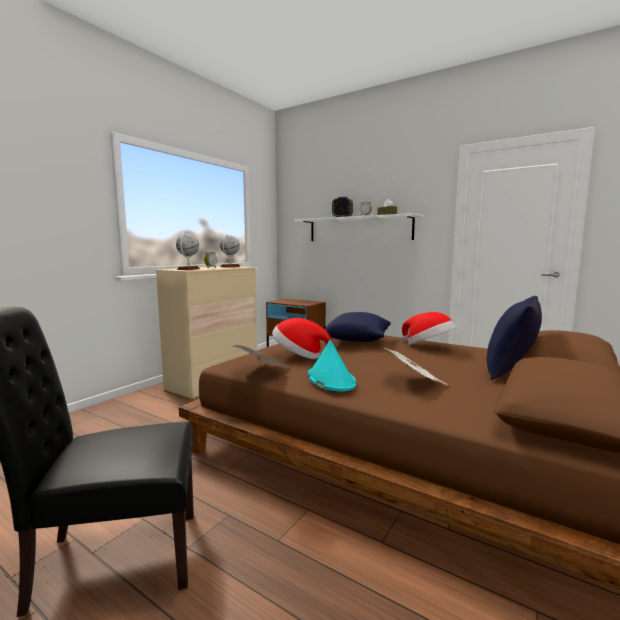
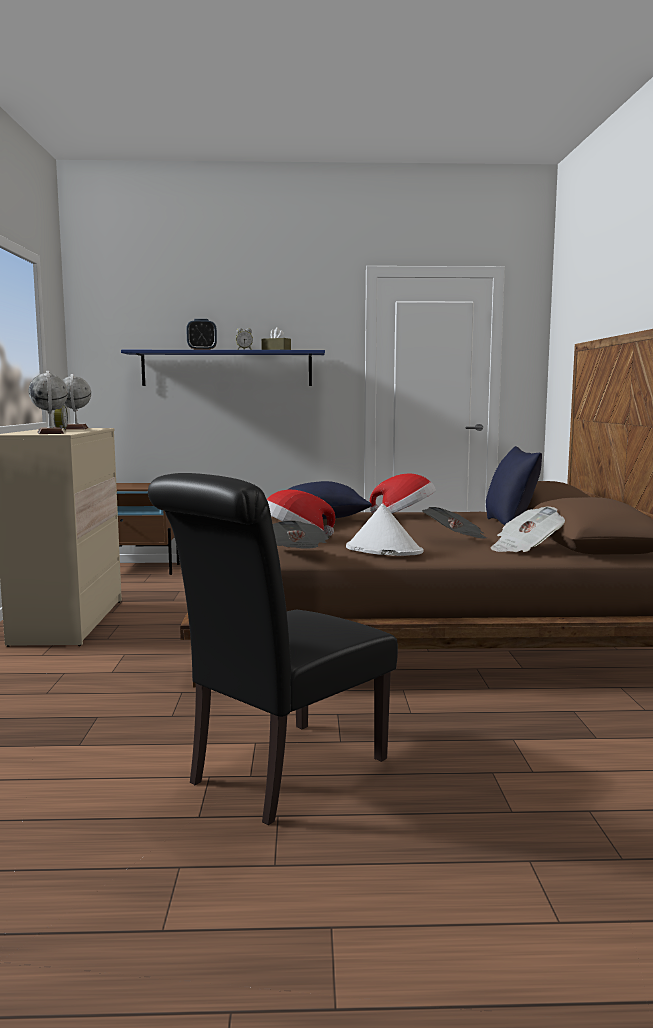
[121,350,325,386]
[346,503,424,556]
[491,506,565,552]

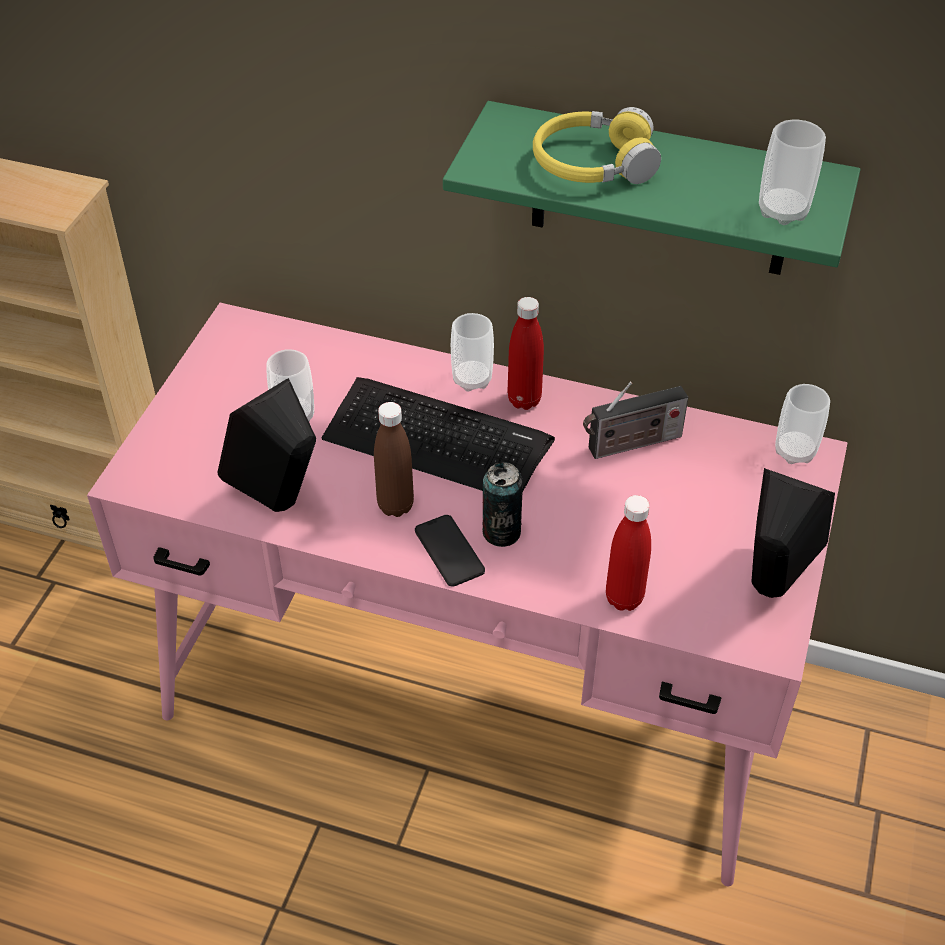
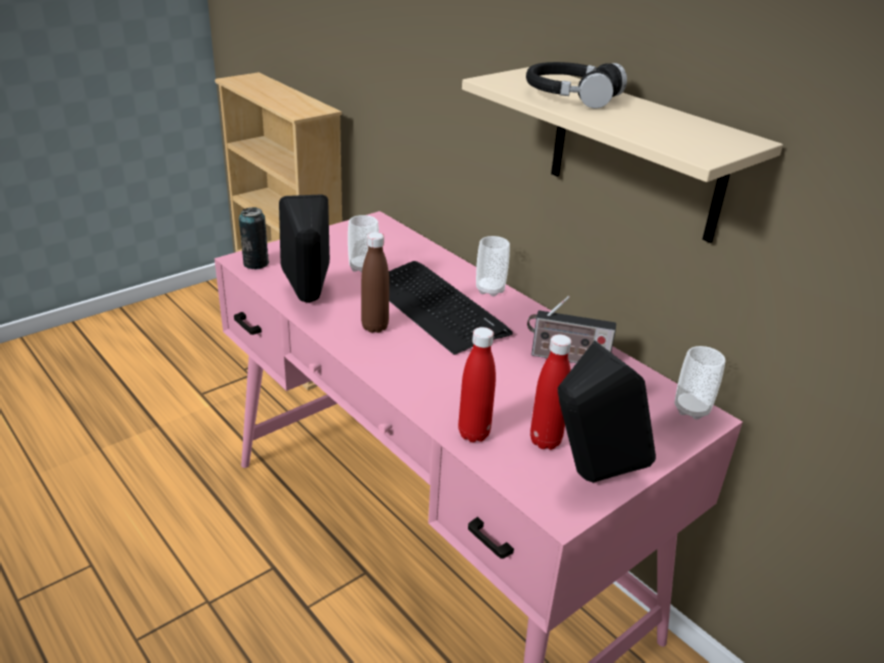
[239,207,269,269]
[462,67,783,243]
[526,62,627,108]
[530,334,572,450]
[415,515,485,587] (first image)
[759,120,826,225] (first image)

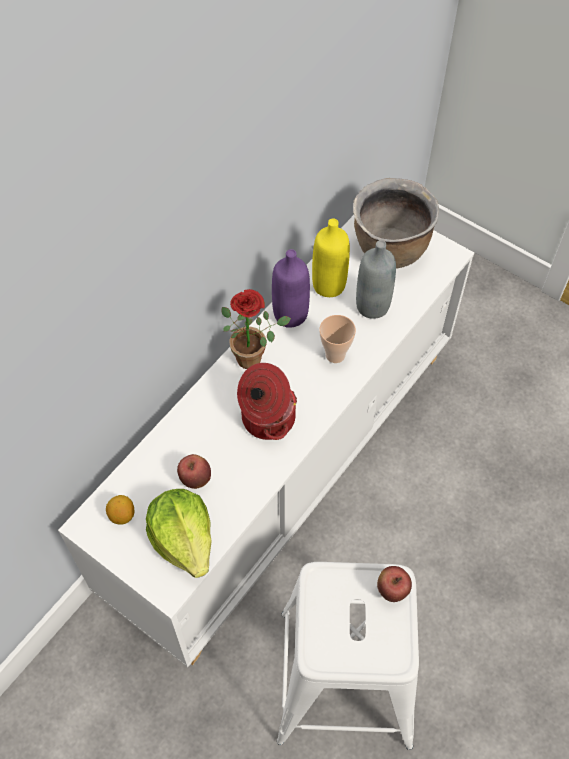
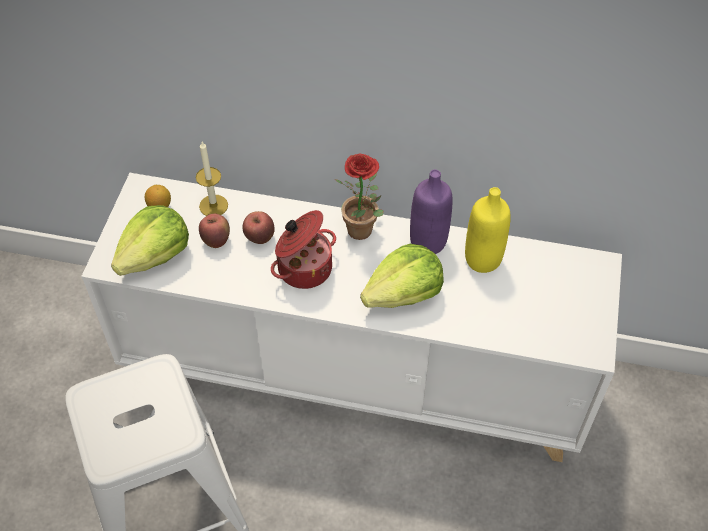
[196,142,228,216]
[242,211,275,244]
[360,244,444,308]
[353,178,439,268] (first image)
[356,240,396,319] (first image)

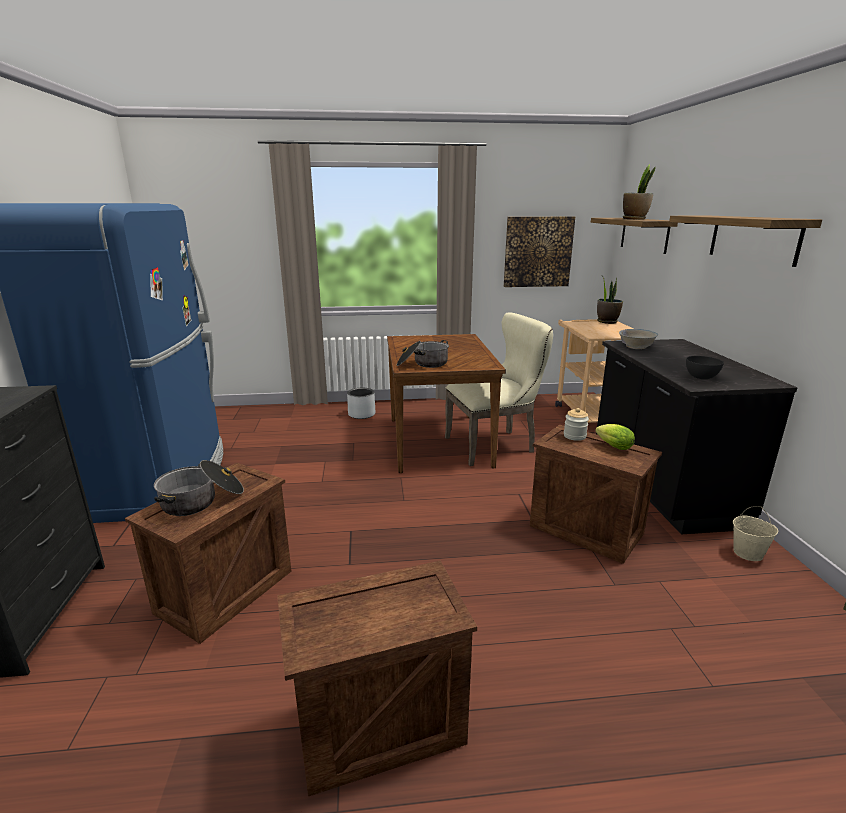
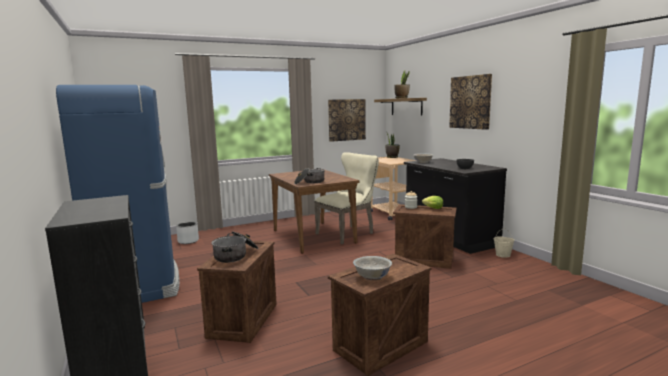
[176,221,199,244]
[353,256,392,280]
[449,74,492,130]

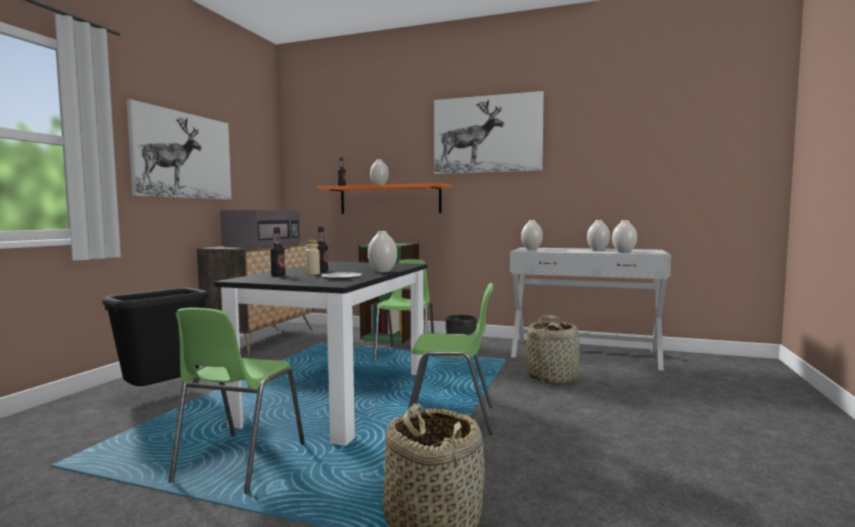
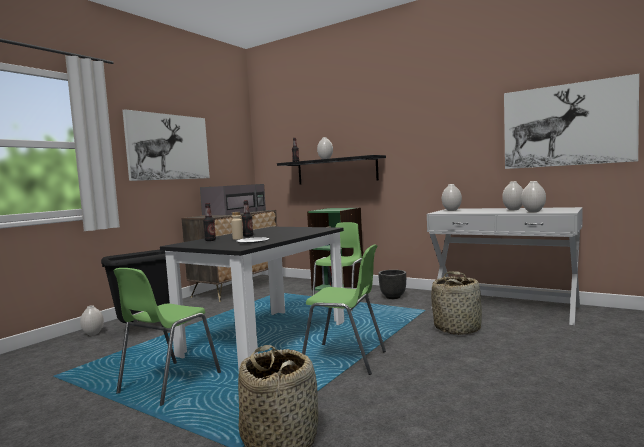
[80,305,104,335]
[277,155,386,184]
[504,74,639,169]

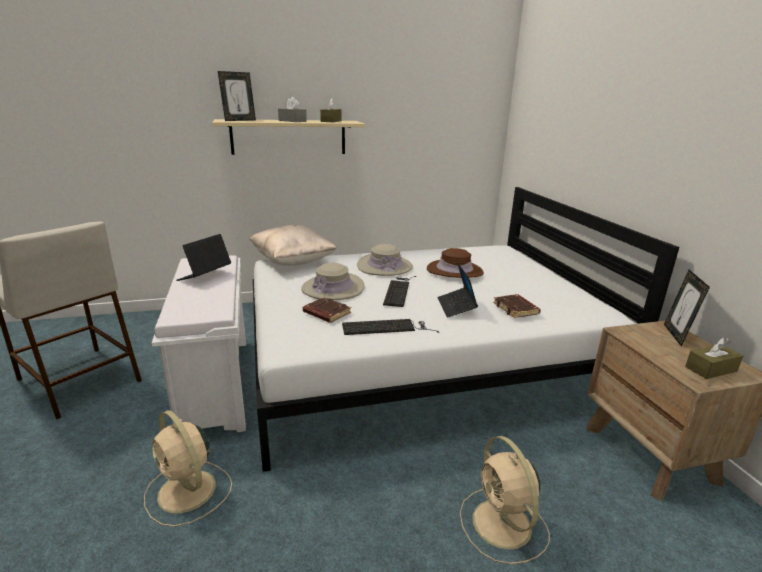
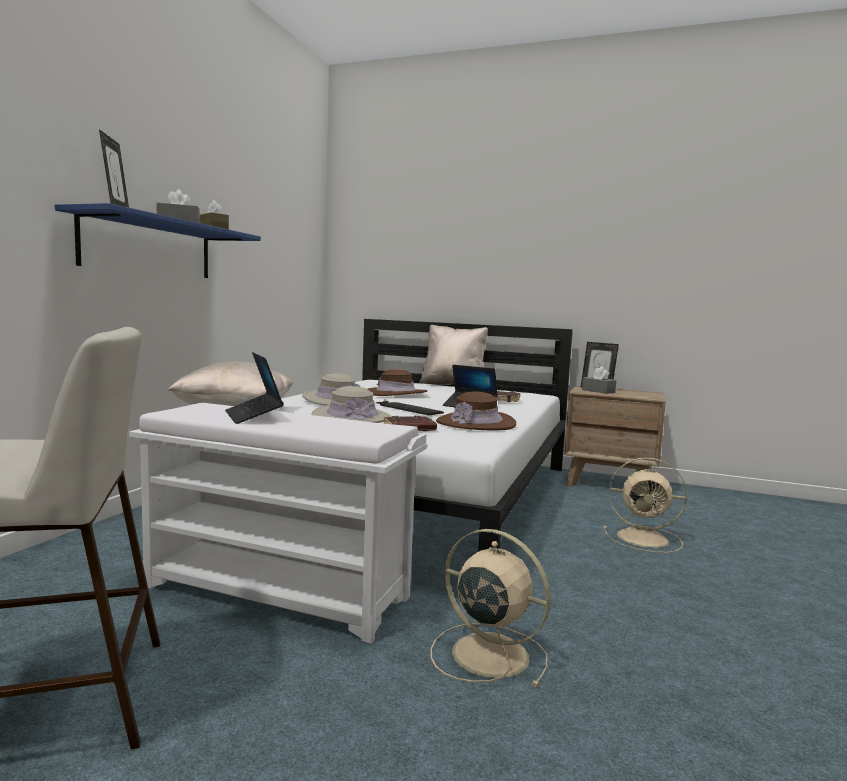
[55,203,261,278]
[419,325,488,385]
[431,529,550,688]
[436,391,516,430]
[582,367,616,394]
[685,337,743,379] (first image)

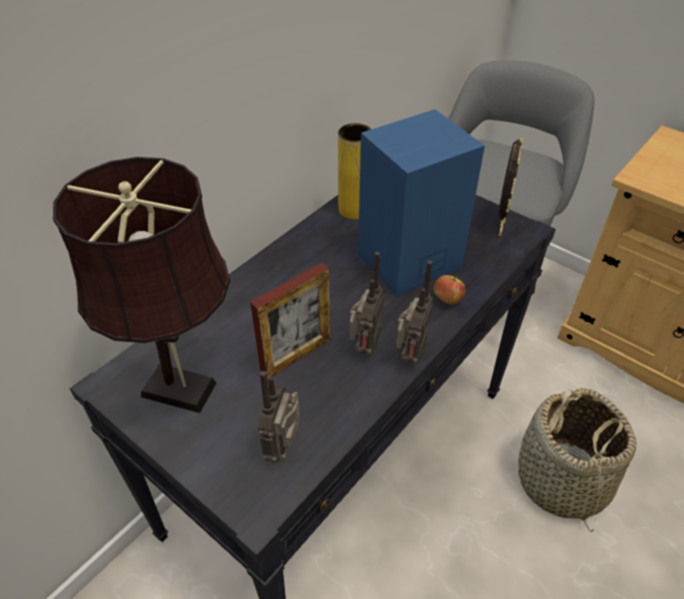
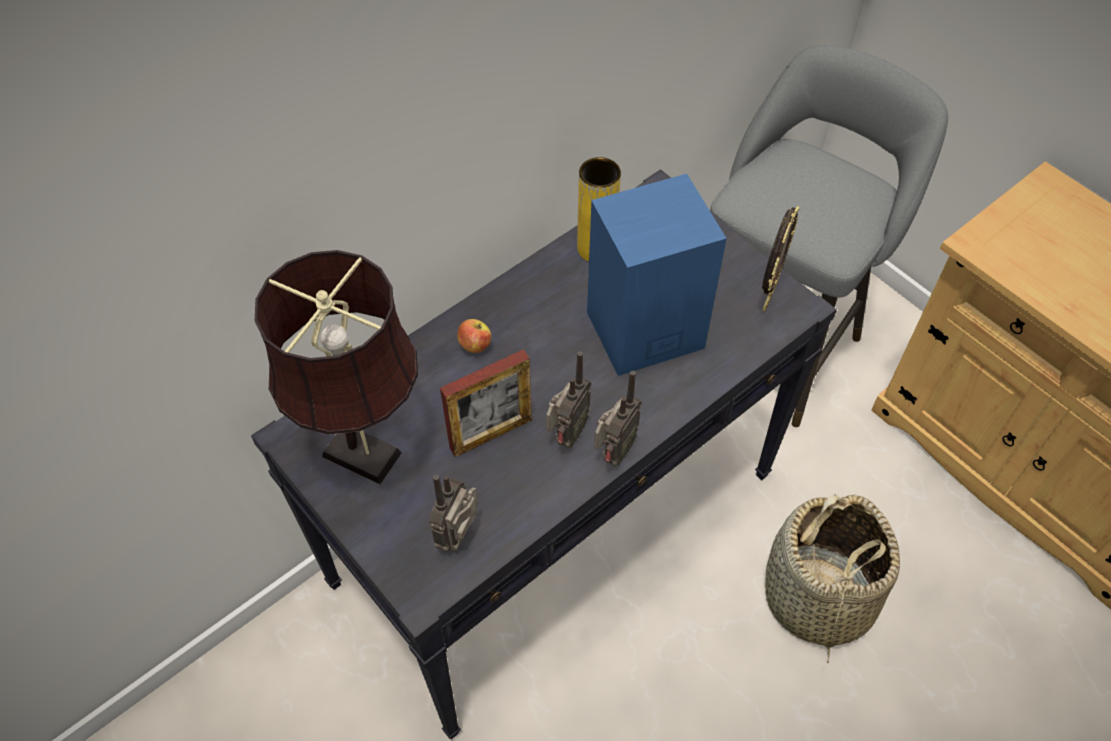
[457,319,491,353]

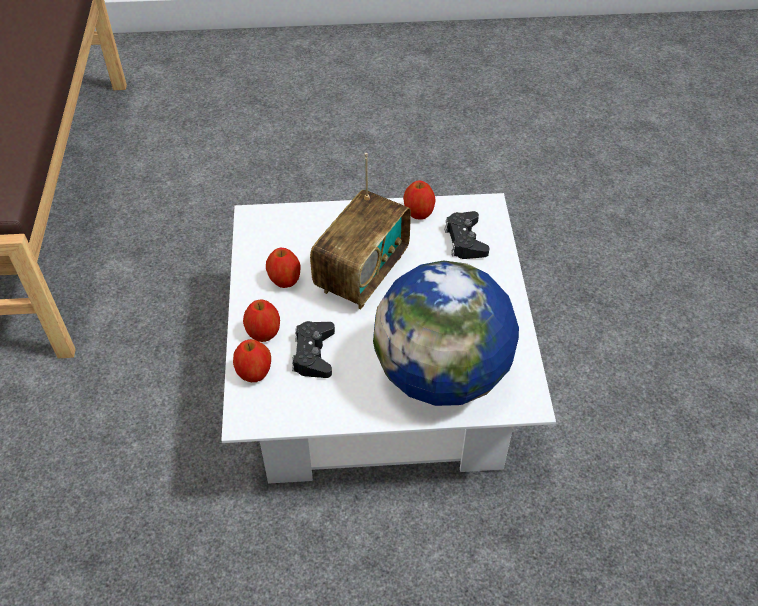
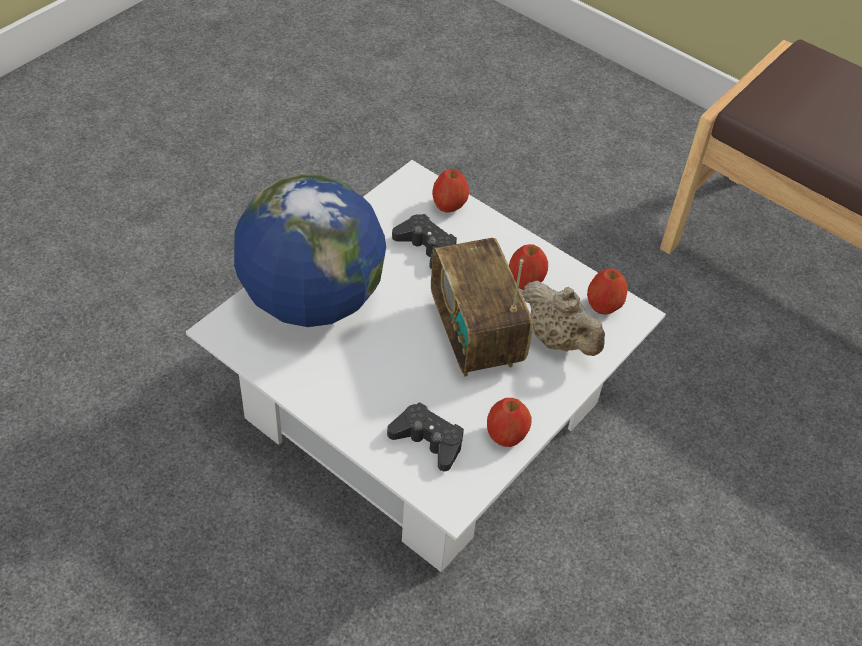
[522,281,605,356]
[587,269,628,315]

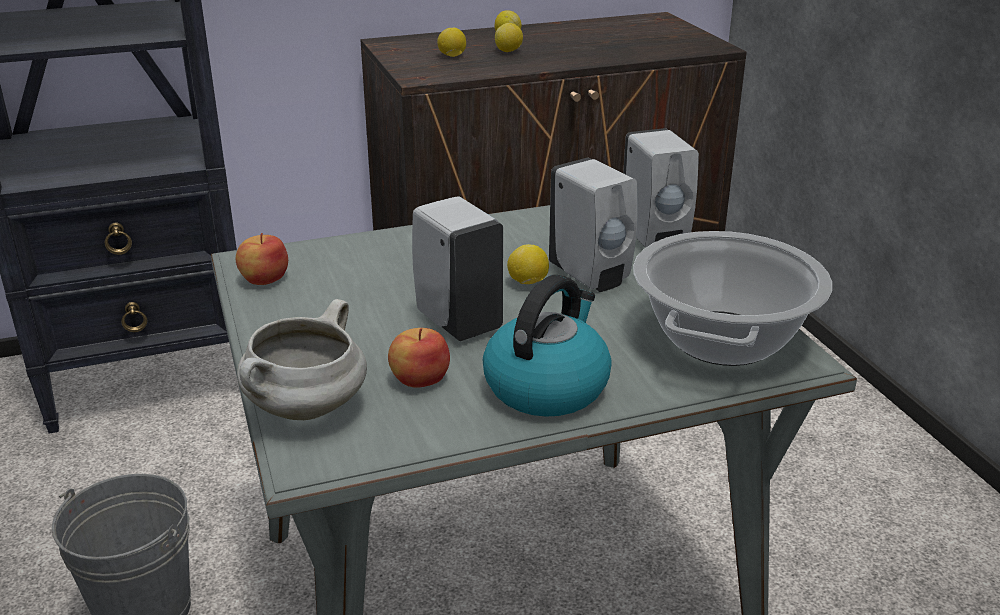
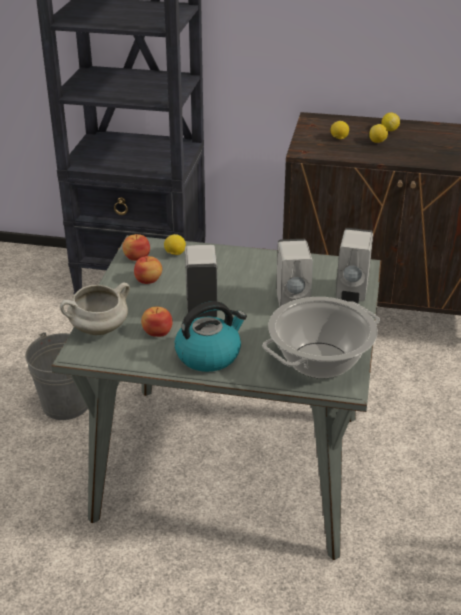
[134,256,162,284]
[164,234,186,255]

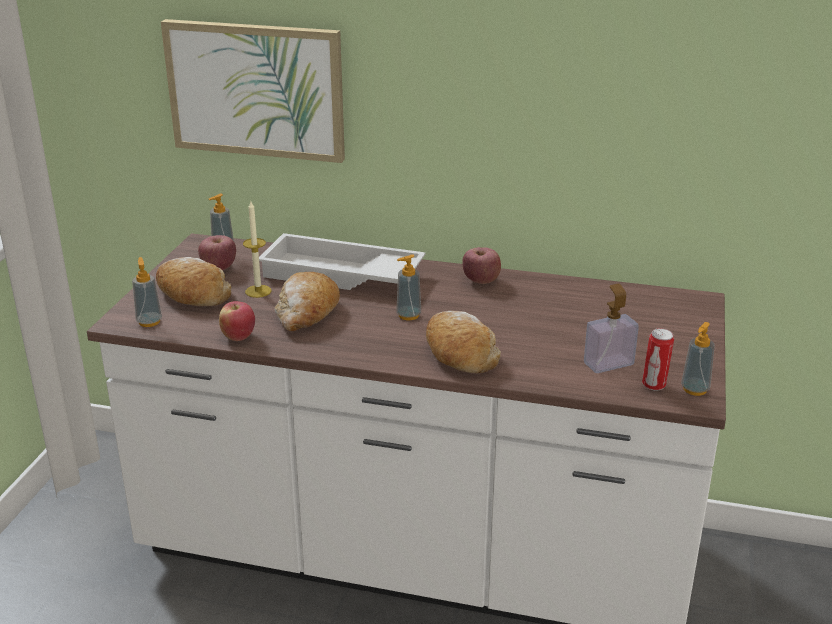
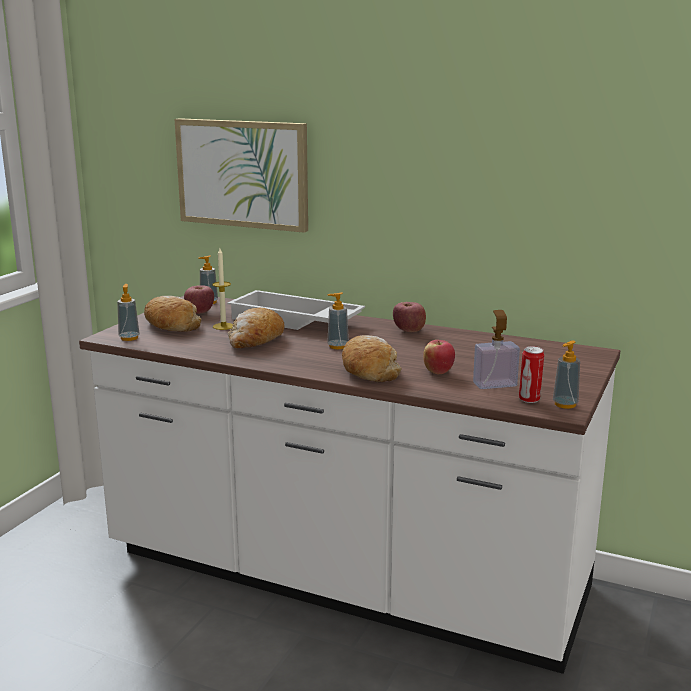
[423,340,455,374]

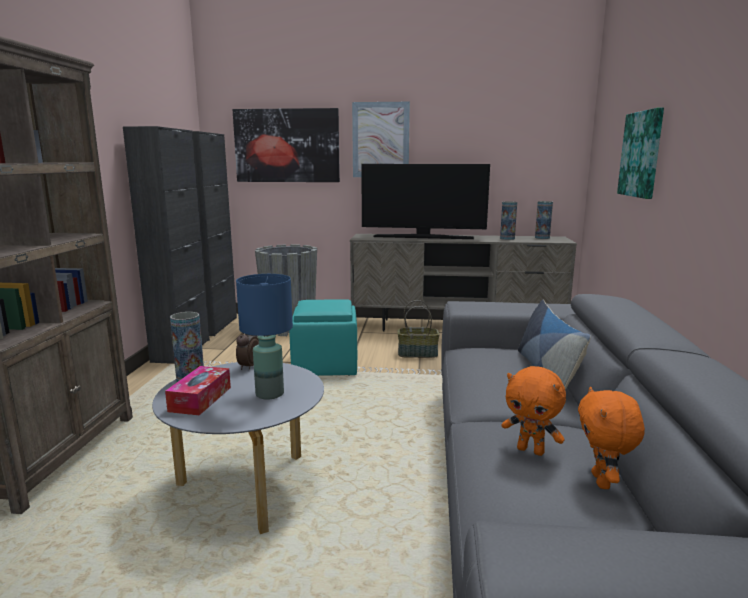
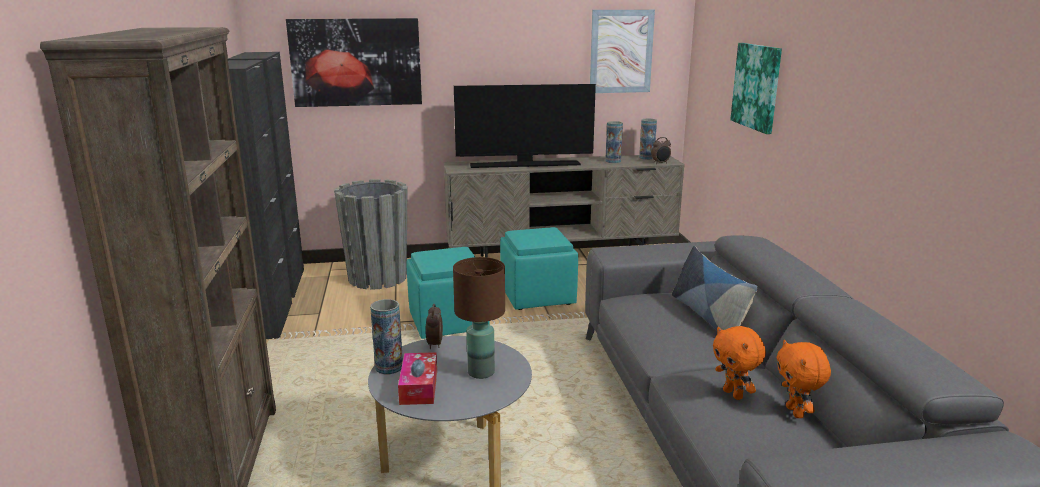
[453,257,505,379]
[500,227,578,310]
[590,10,655,93]
[651,137,671,164]
[713,326,766,400]

